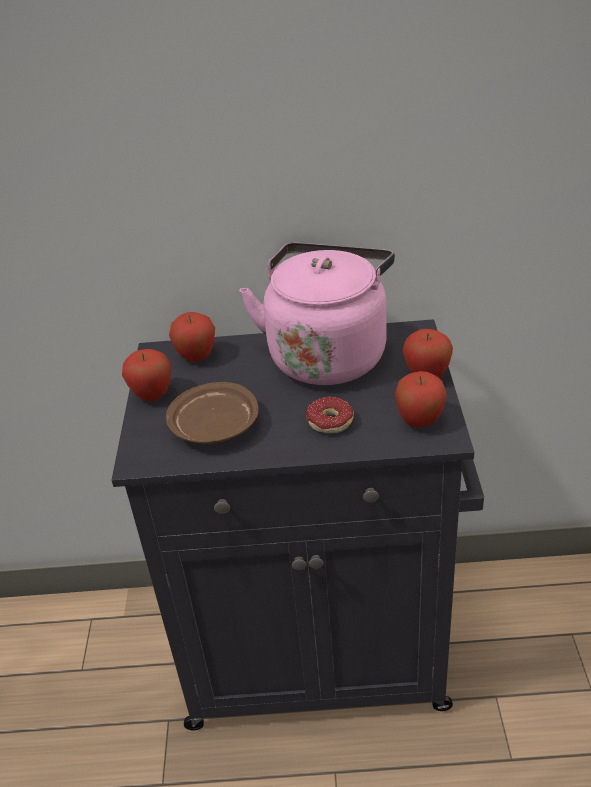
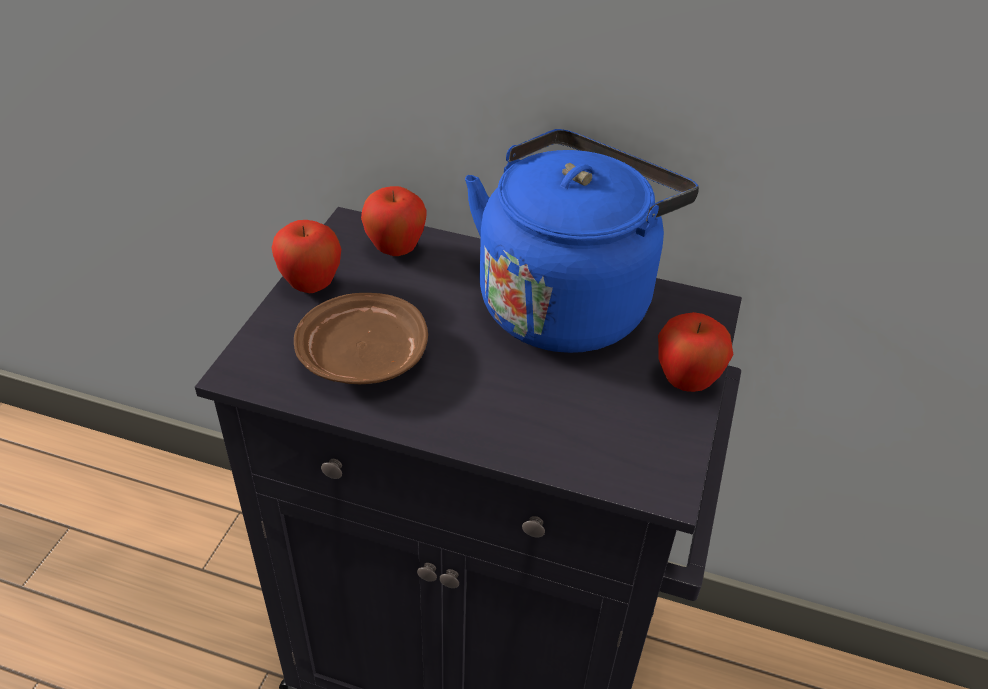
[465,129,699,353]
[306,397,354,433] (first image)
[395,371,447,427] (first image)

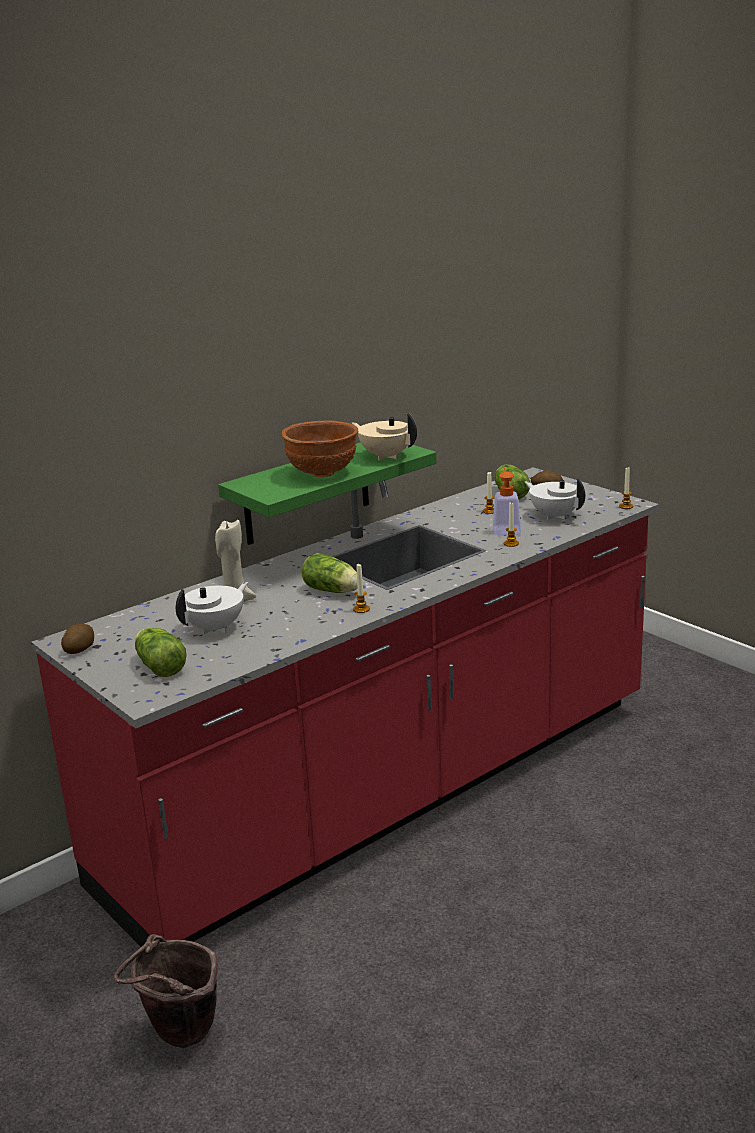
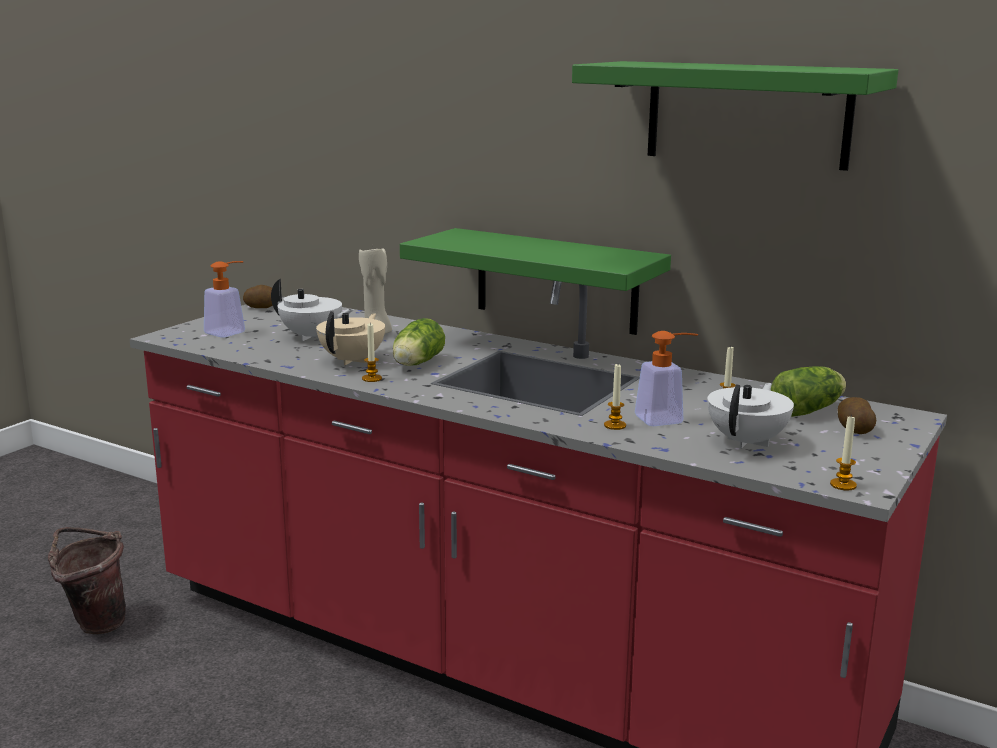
[204,261,245,338]
[316,311,385,365]
[572,61,898,171]
[281,421,358,477] (first image)

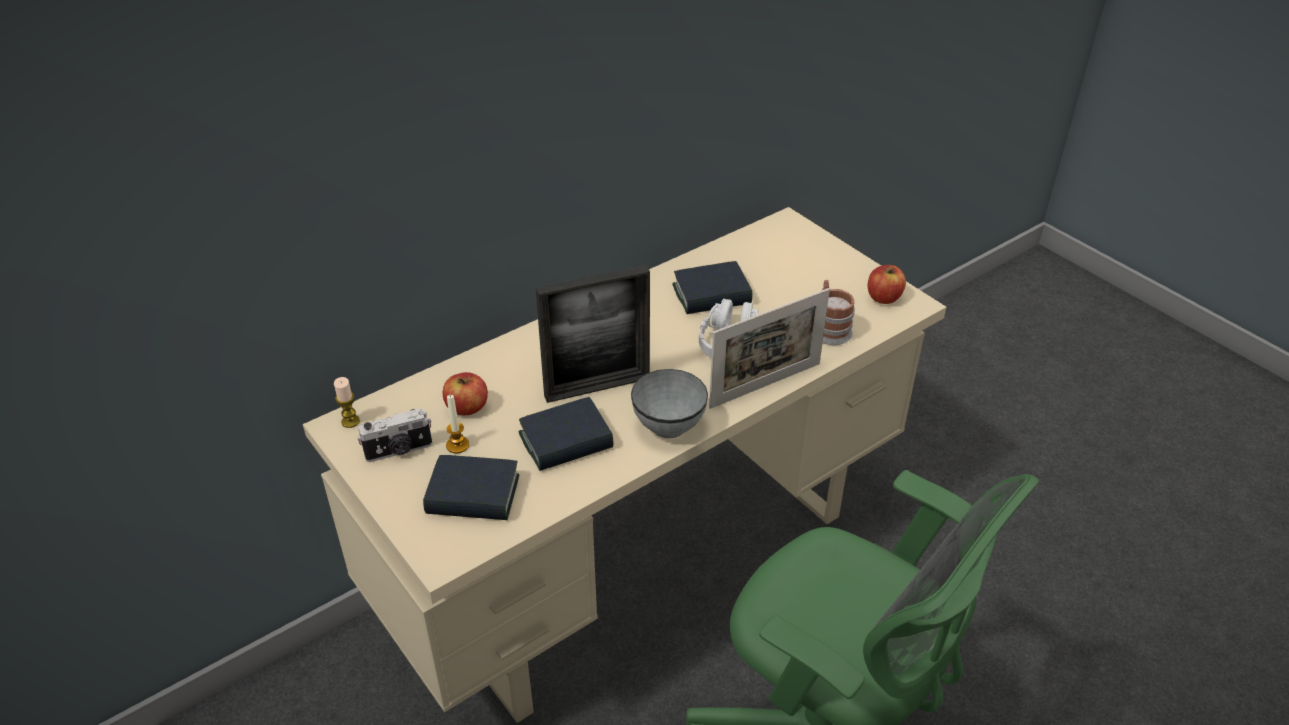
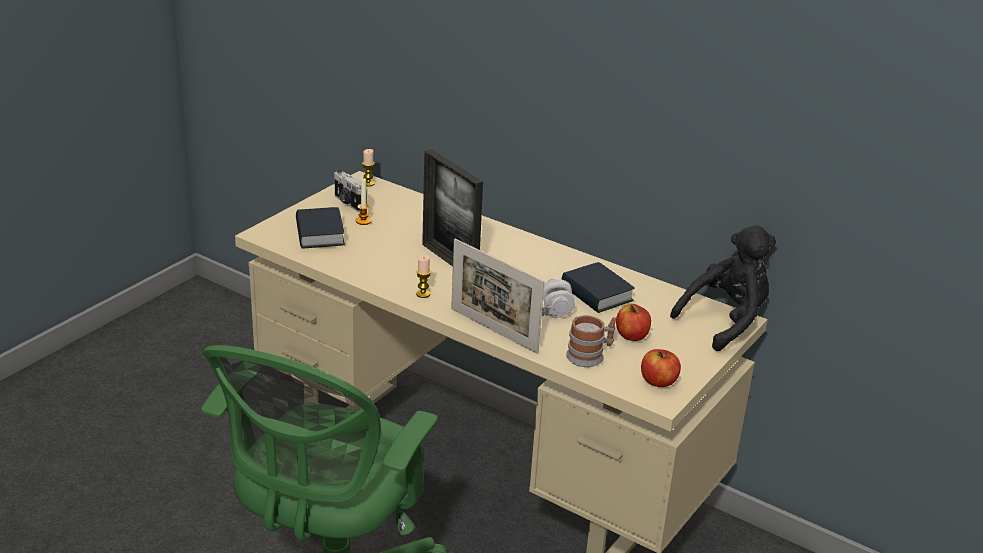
[416,255,431,298]
[616,304,651,341]
[670,225,776,351]
[519,397,613,471] (first image)

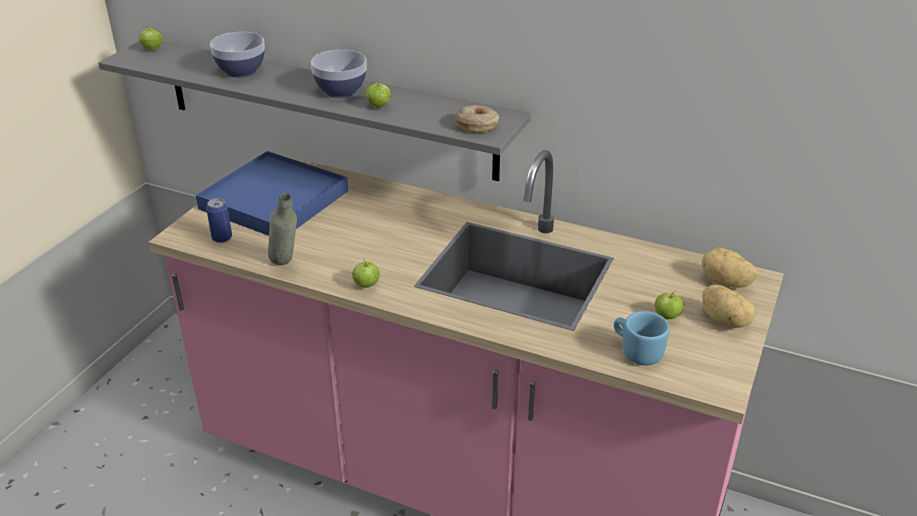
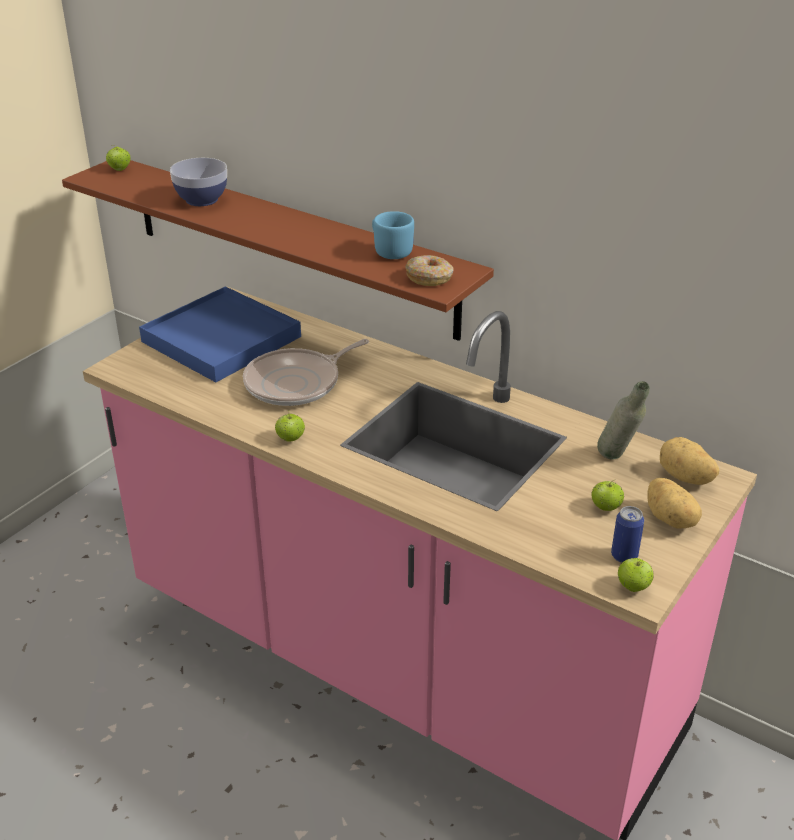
[62,160,494,341]
[243,339,369,406]
[372,211,414,259]
[597,381,650,459]
[611,506,644,563]
[618,558,654,592]
[311,50,367,98] (first image)

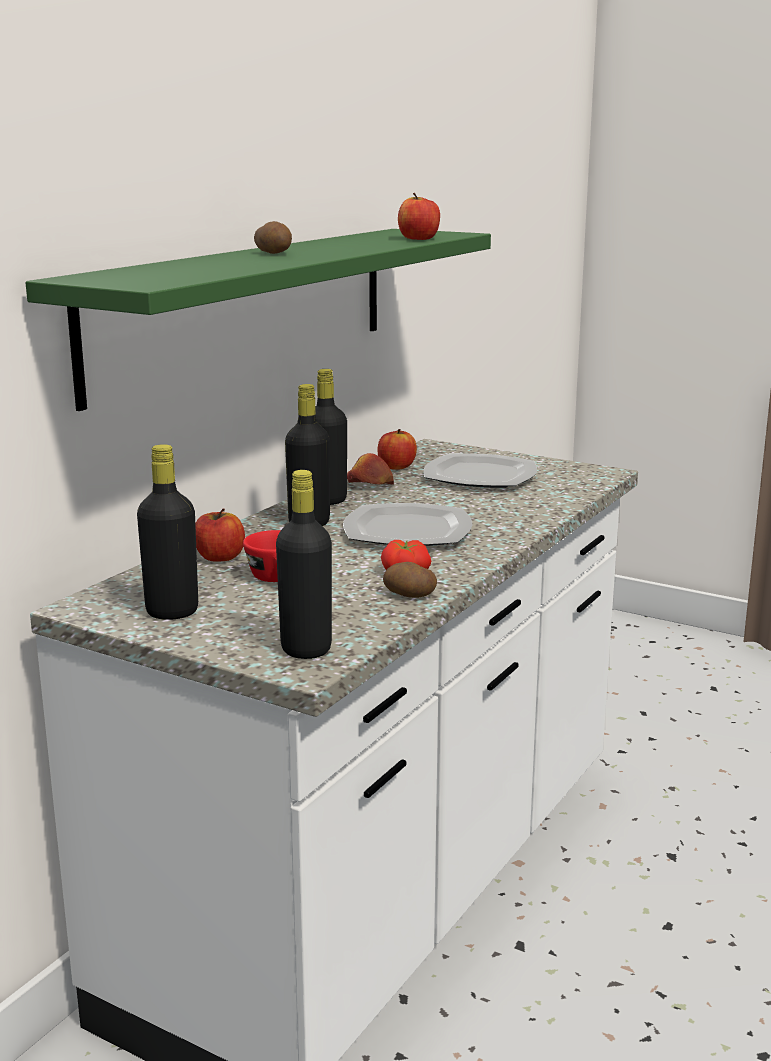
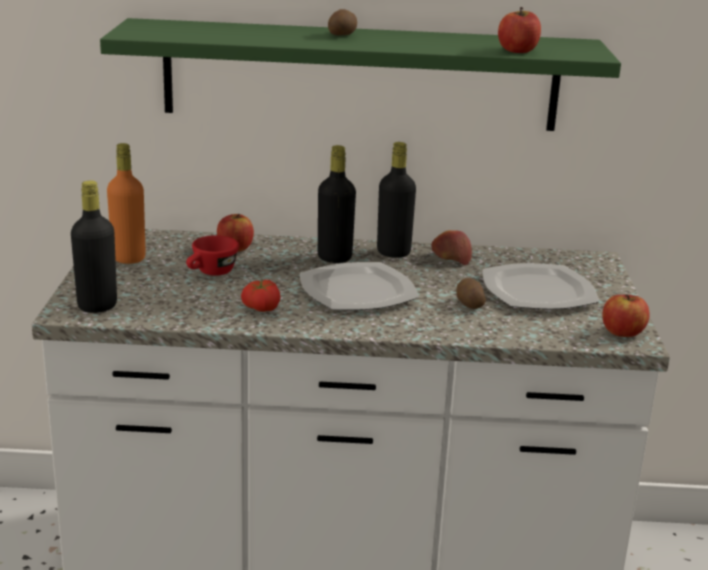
[107,143,146,264]
[456,278,486,309]
[602,294,649,337]

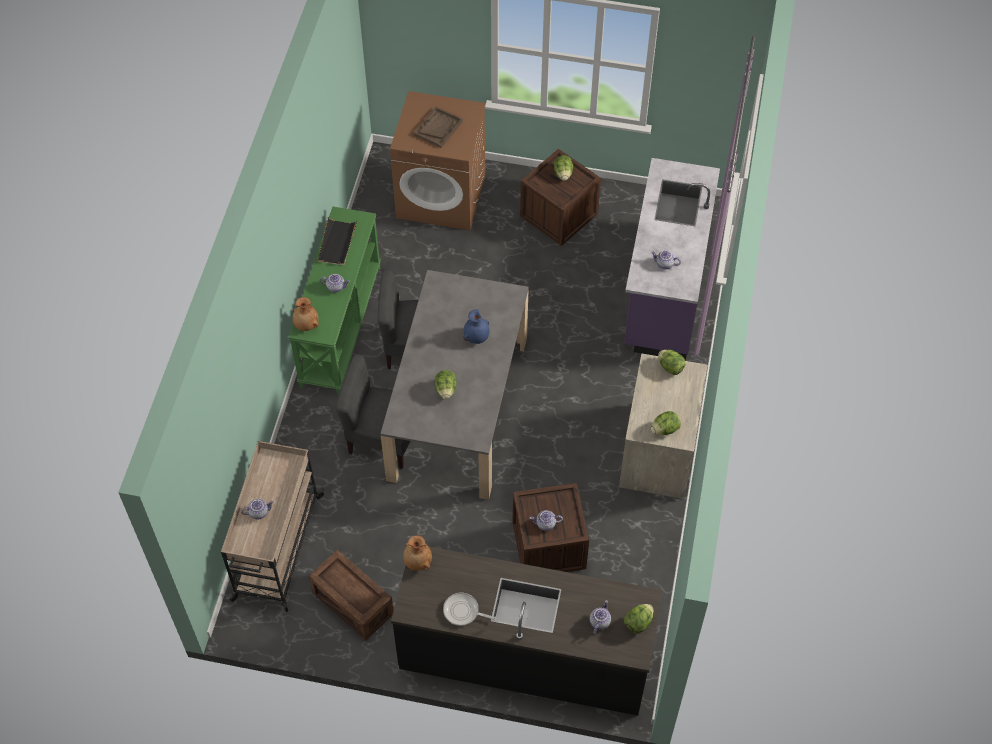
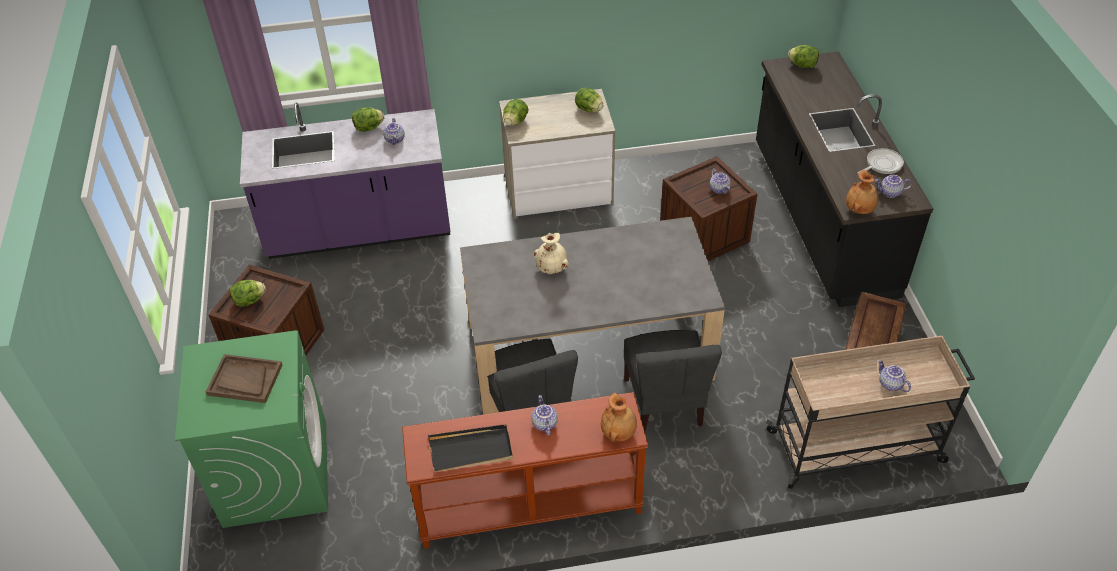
[175,330,328,528]
[352,107,384,132]
[402,392,648,549]
[533,233,569,274]
[857,148,904,174]
[875,175,912,198]

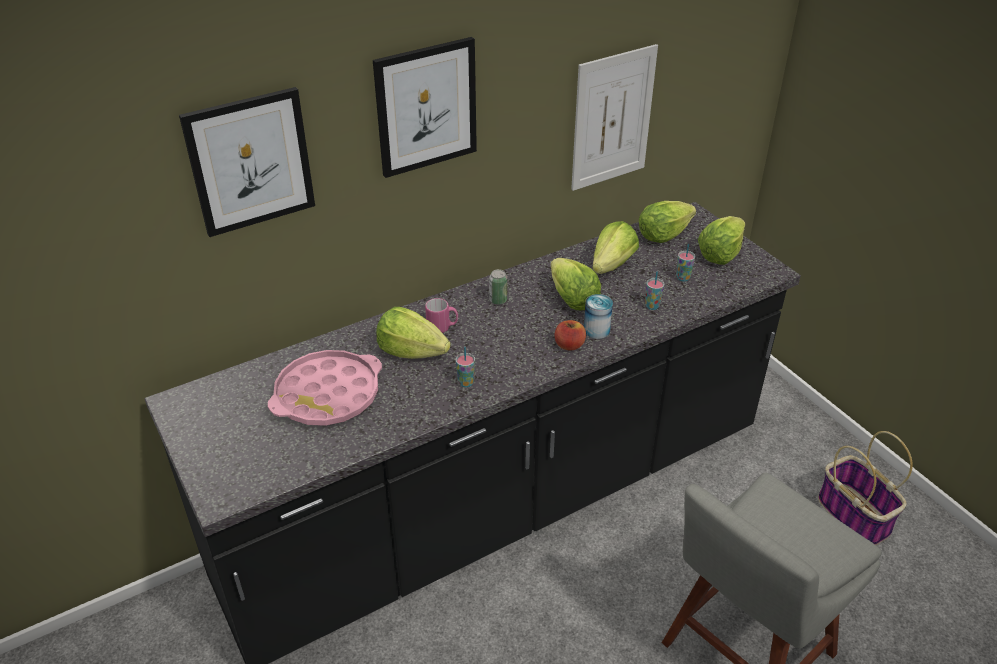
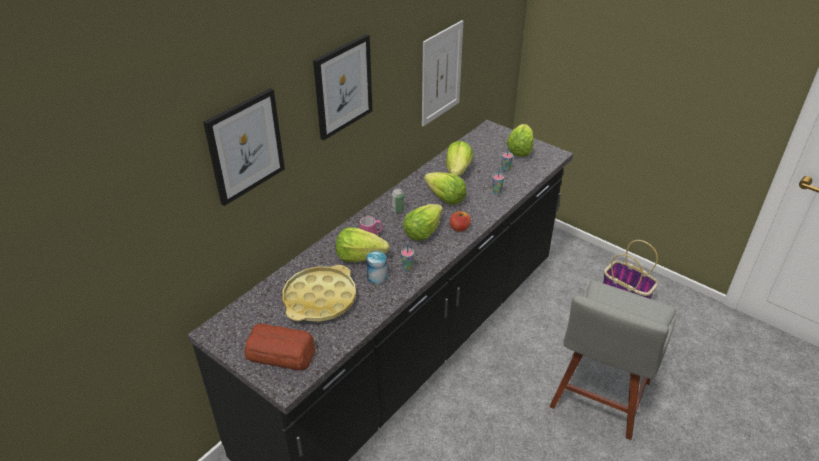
[244,324,315,370]
[282,265,356,322]
[366,251,387,284]
[403,204,443,241]

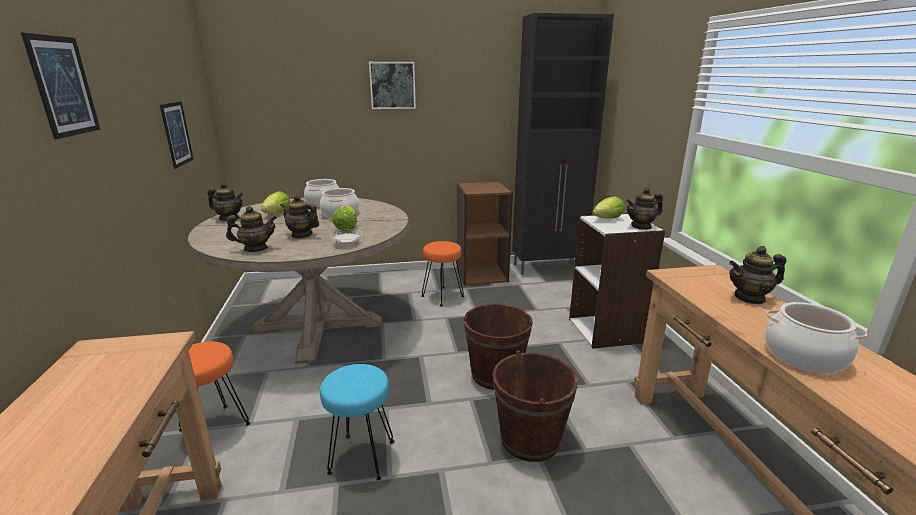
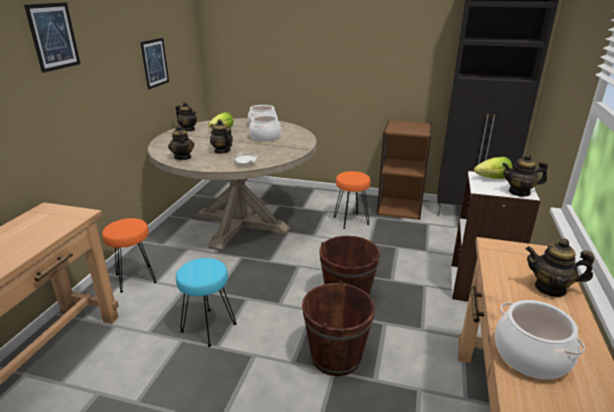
[168,125,194,160]
[332,206,357,231] (first image)
[369,62,416,109] (first image)

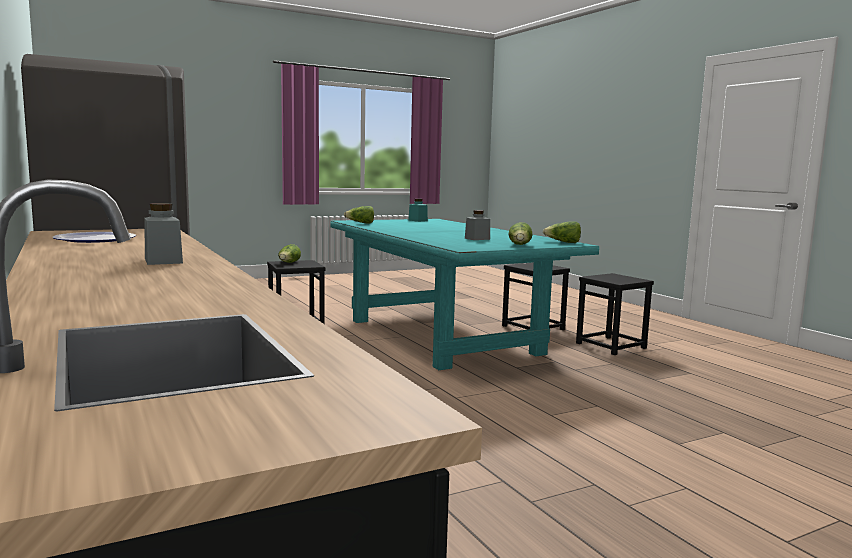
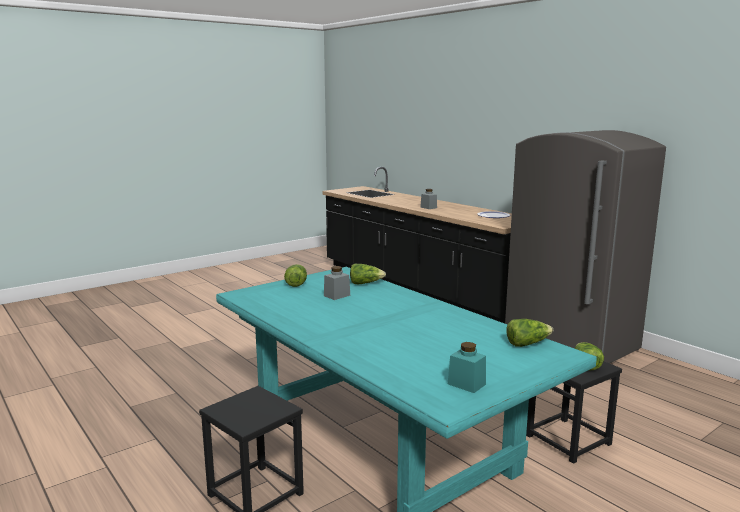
[350,264,386,284]
[576,273,654,355] (first image)

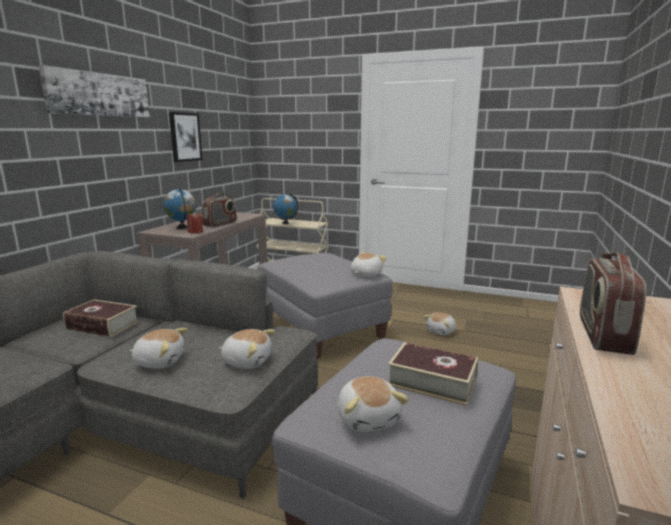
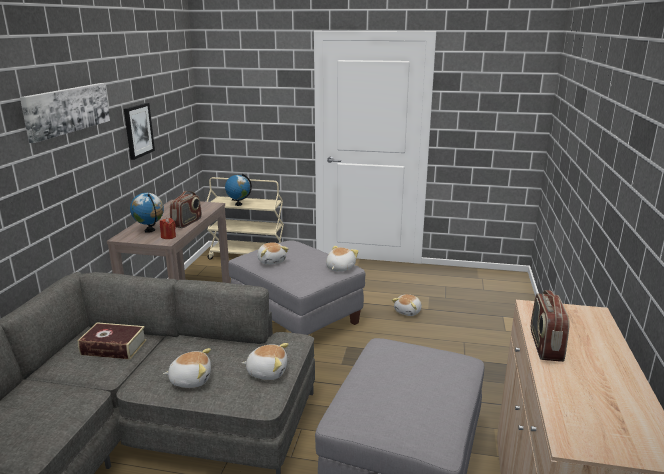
[257,242,288,265]
[388,342,478,406] (first image)

